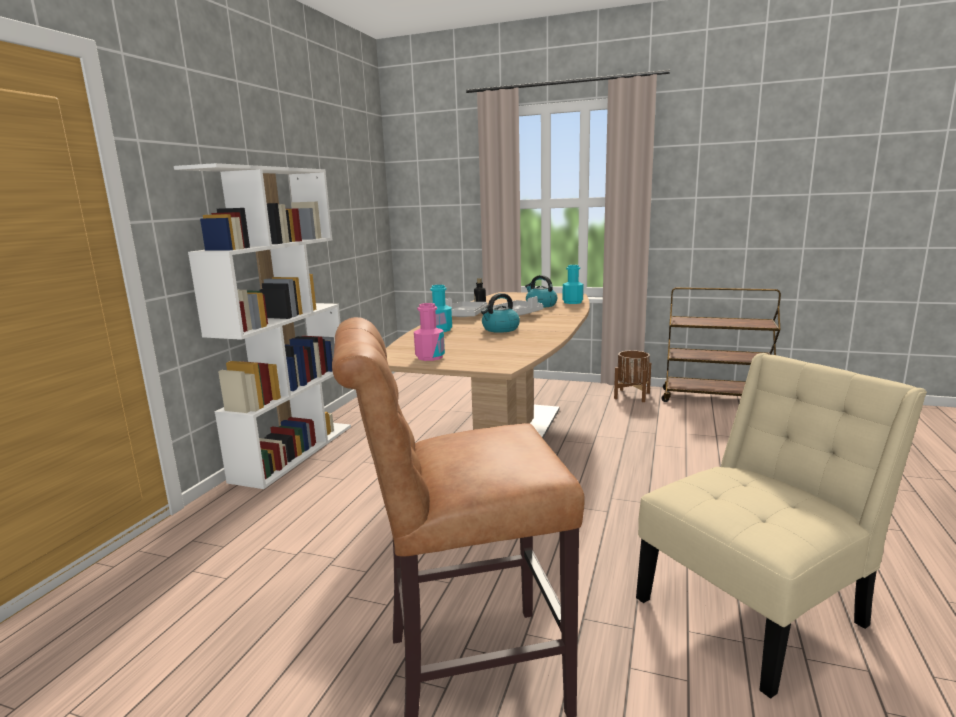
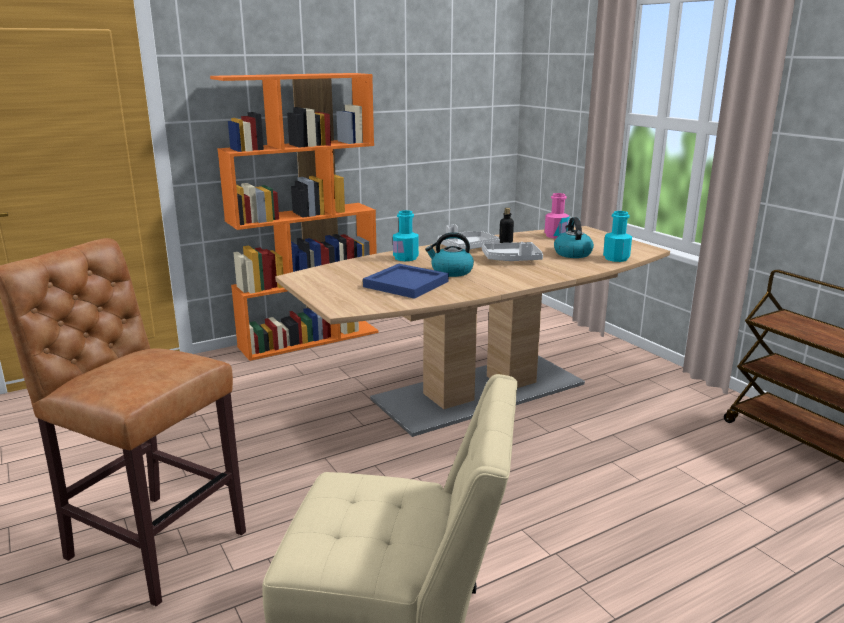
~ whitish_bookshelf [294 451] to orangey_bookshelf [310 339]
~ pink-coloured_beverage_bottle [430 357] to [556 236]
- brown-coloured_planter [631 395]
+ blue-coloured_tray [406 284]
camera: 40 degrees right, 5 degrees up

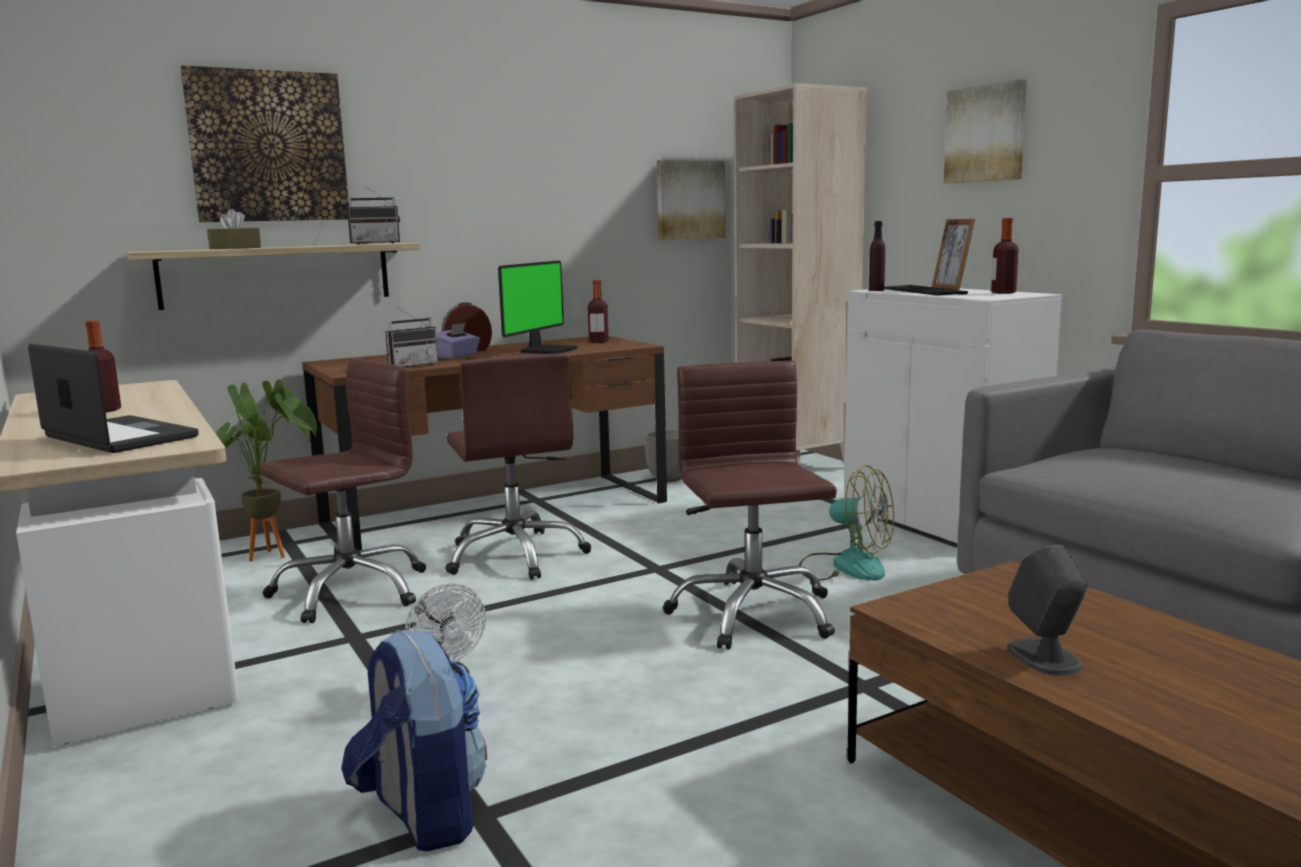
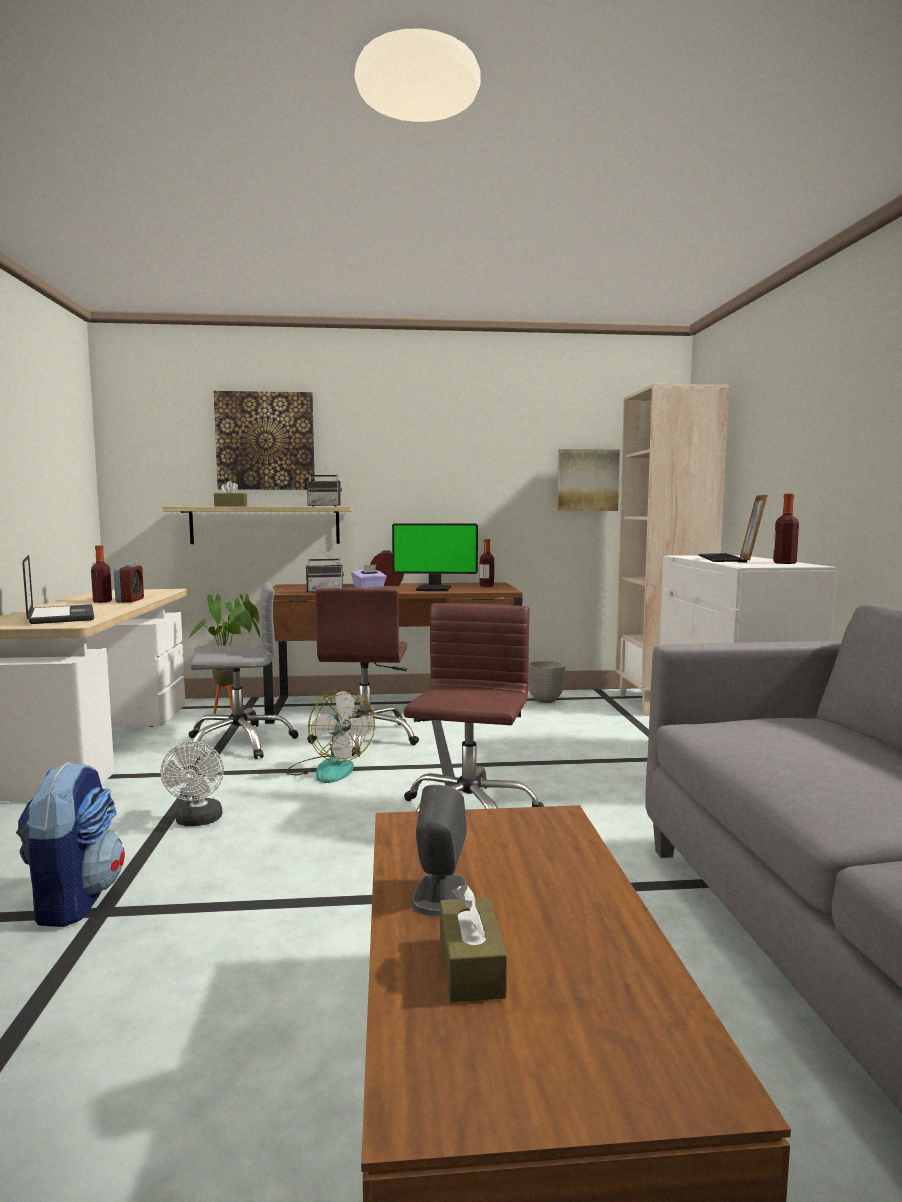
- wall_picture [986 133]
- purple_beverage_bottle [876 290]
~ computer_display [547 350] = [434 589] 45 degrees clockwise
~ brown-coloured_office_chair [350 591] to greyish_office_chair [239 742]
~ fan [845 566] to [329 769]
+ alarm_clock [130 600]
+ brown-coloured_tissue_box [471 967]
camera: 25 degrees right, 5 degrees down

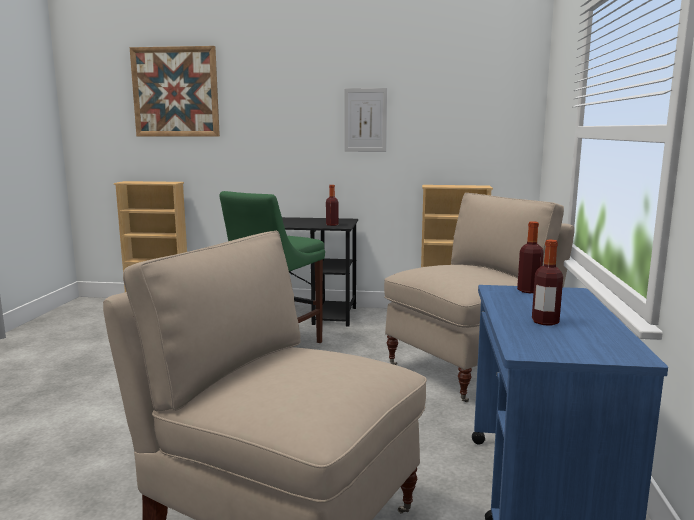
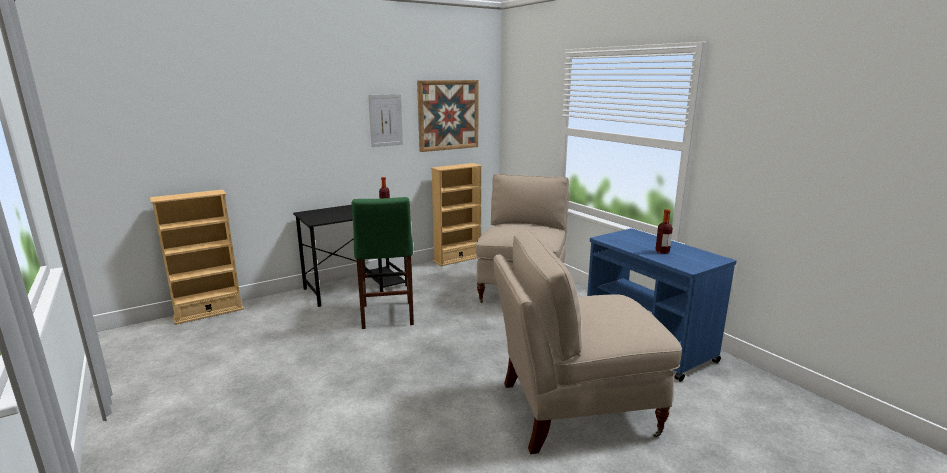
~ wall_picture [175 92] to [448 115]
- beverage_bottle [528 291]
camera: 40 degrees left, 5 degrees up

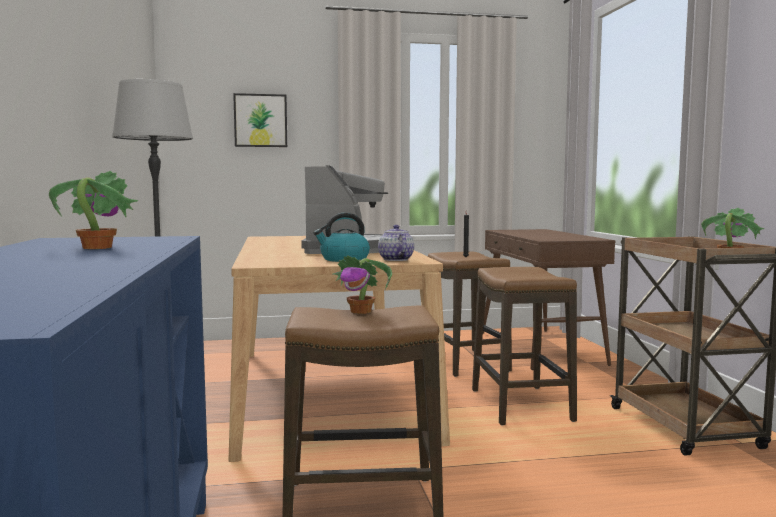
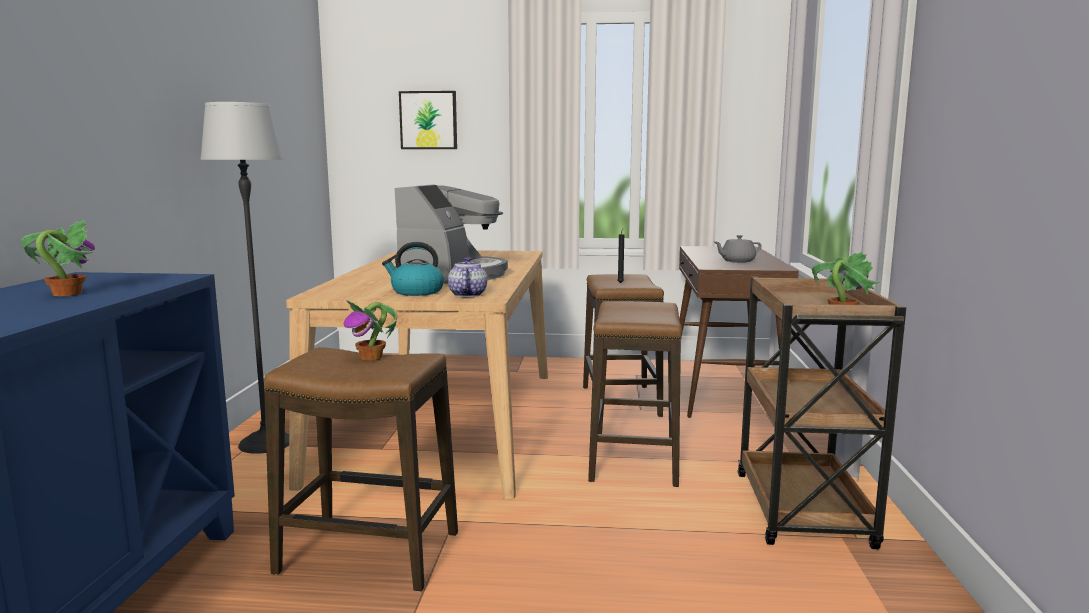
+ greyish_pot_for_tea [737 261]
camera: 15 degrees right, 5 degrees up

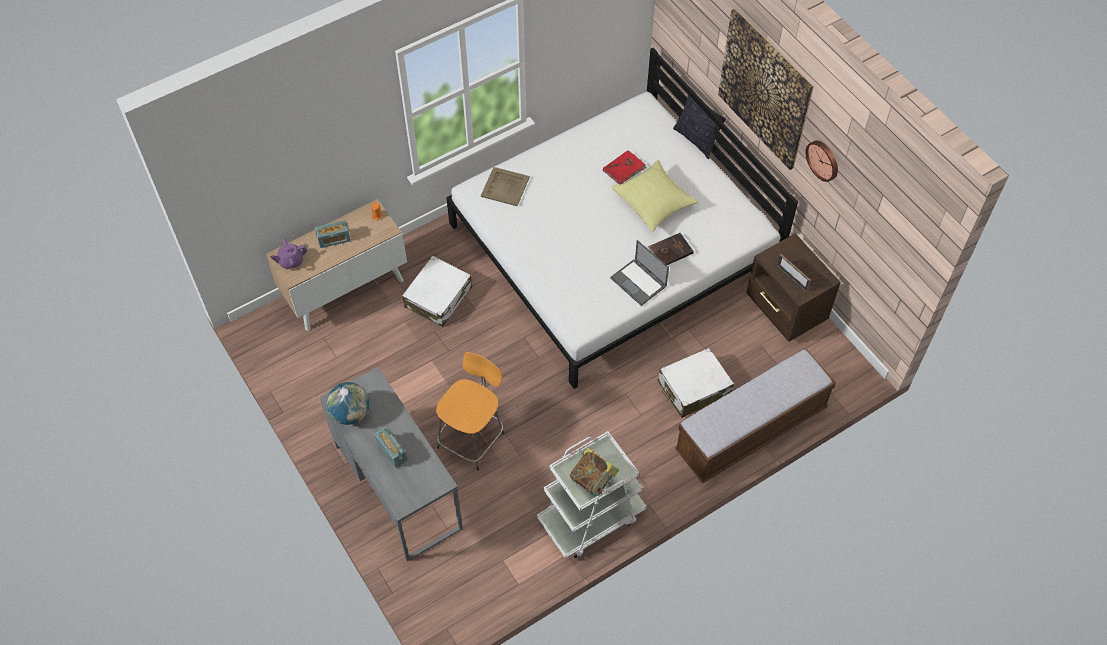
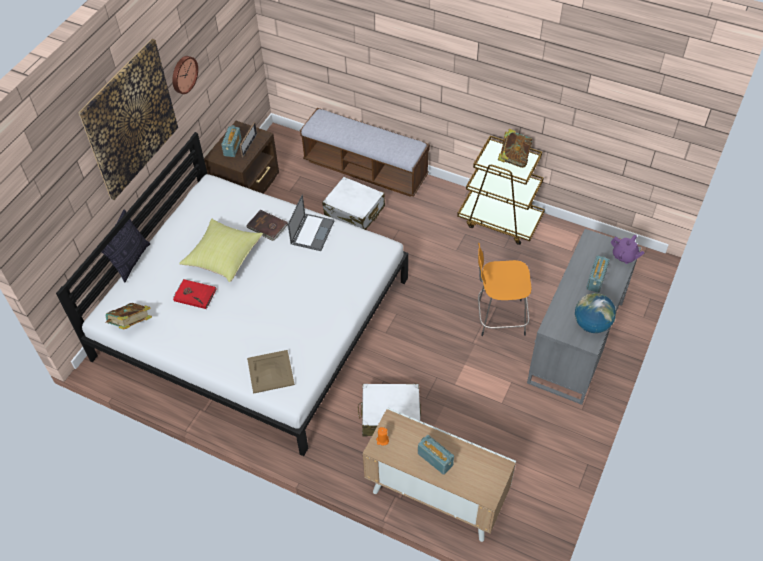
~ purple_pot_for_tea [291 261] to [624 256]
~ whitish_cart [590 518] to brown-coloured_cart [500 220]
+ radio_receiver [232 147]
+ bound_book [131 324]
camera: 120 degrees left, 5 degrees down

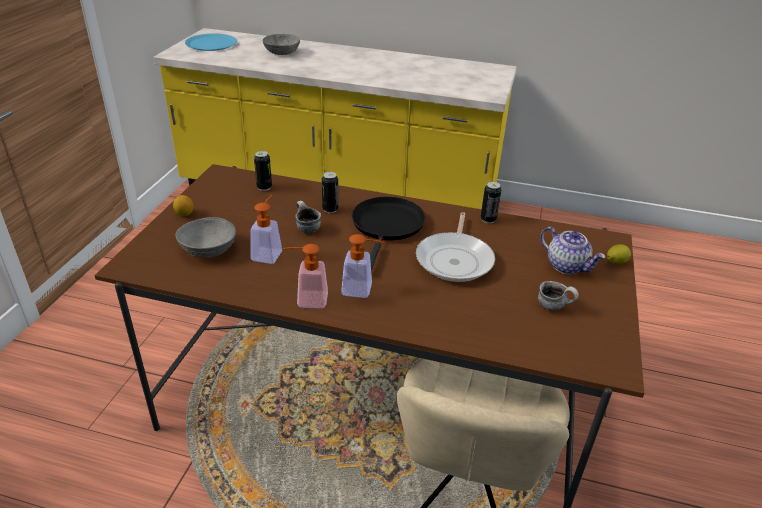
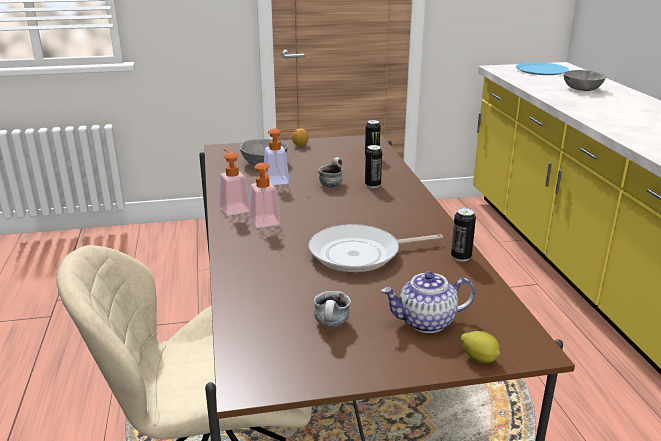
- black_skillet [387 226]
~ pot_for_tea [567 266] = [426 322] 60 degrees clockwise
camera: 65 degrees right, 10 degrees down

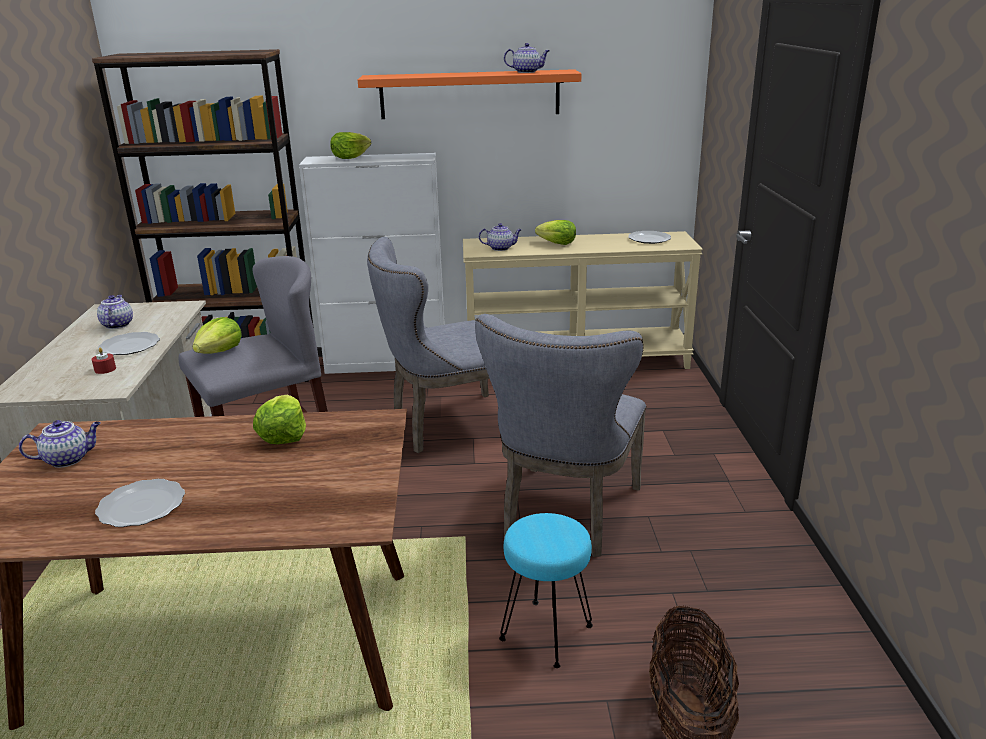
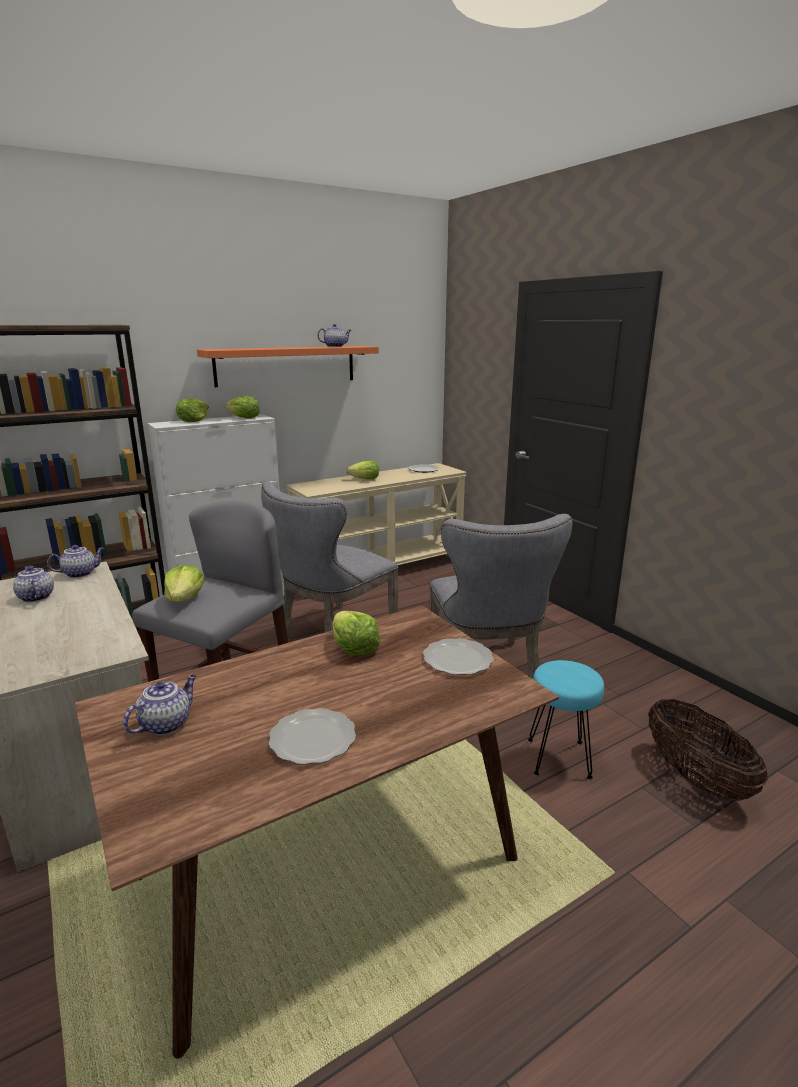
~ pot_for_tea [501 248] to [80 573]
~ flat_dish [129 346] to [457 660]
- red_wax_candle [105 369]
+ lettuce [243 418]
camera: 30 degrees left, 5 degrees down

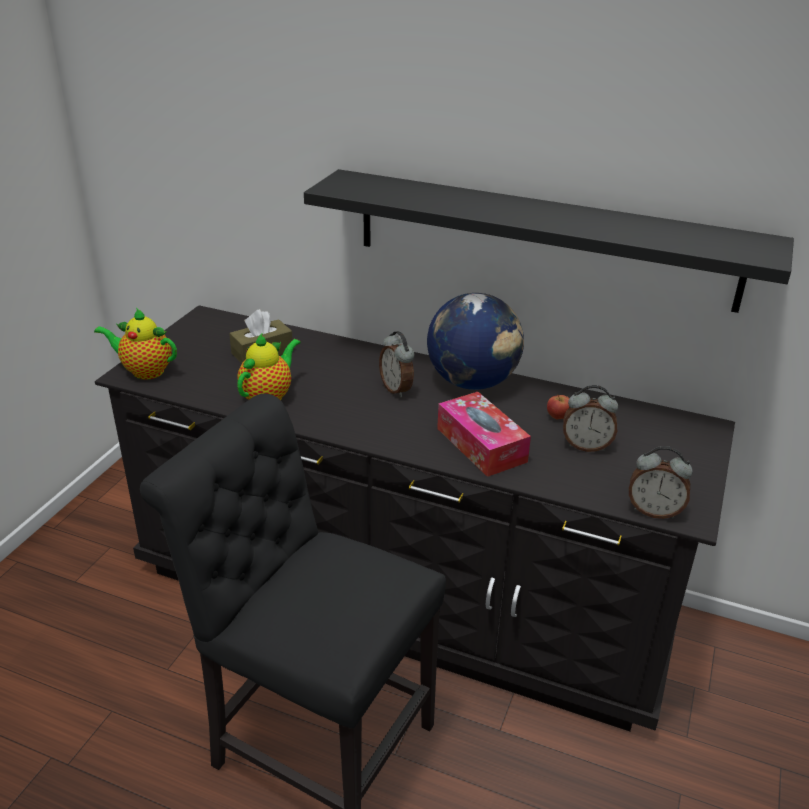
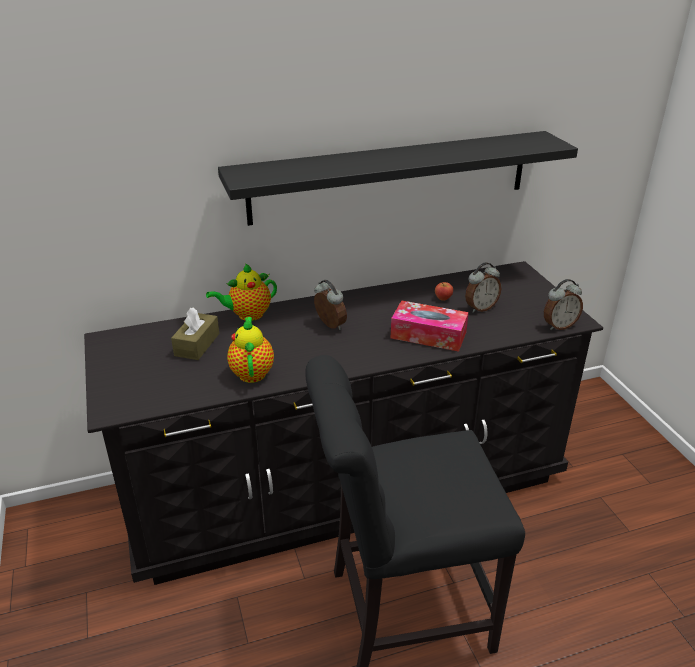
- world_globe [473 382]
~ pot_for_tea [144 371] to [247 315]
~ alarm_clock [397 389] = [329 326] 150 degrees counterclockwise
camera: 40 degrees left, 0 degrees up

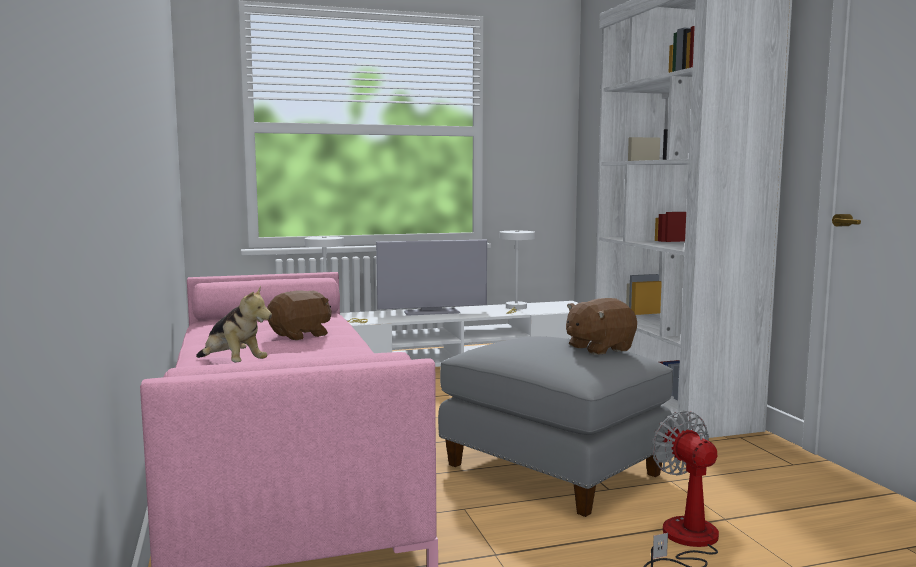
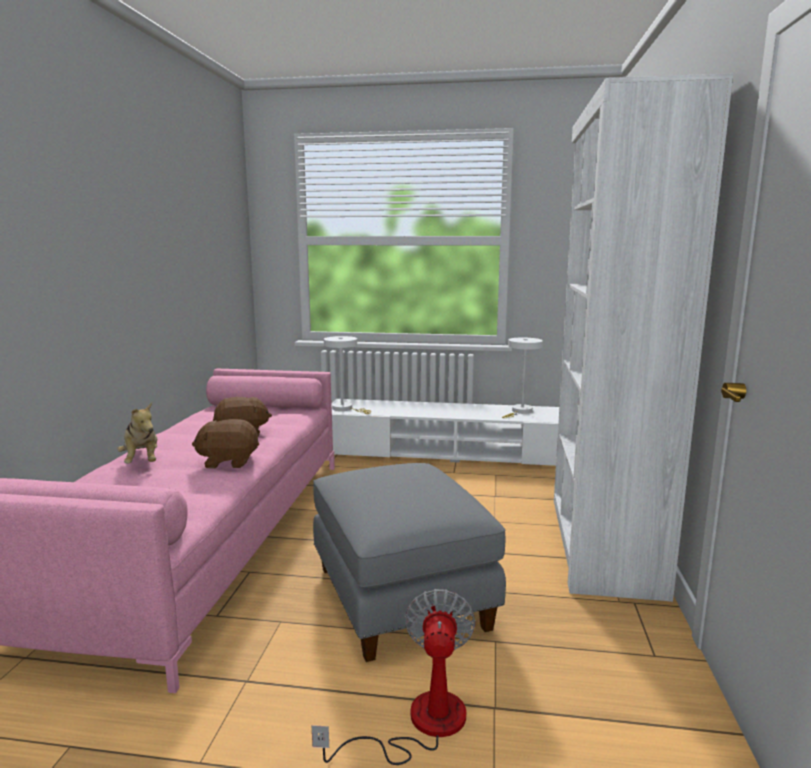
- television [432 312]
~ brown-coloured_soft_toy [598 349] to [228 462]
camera: 25 degrees right, 5 degrees up

